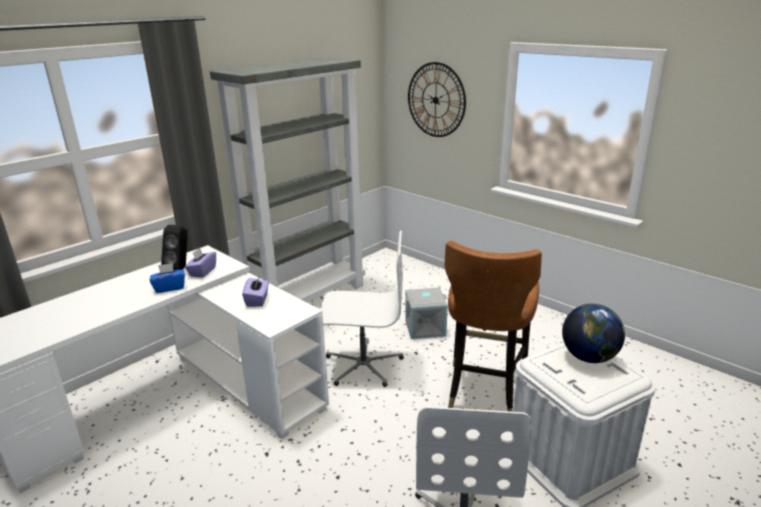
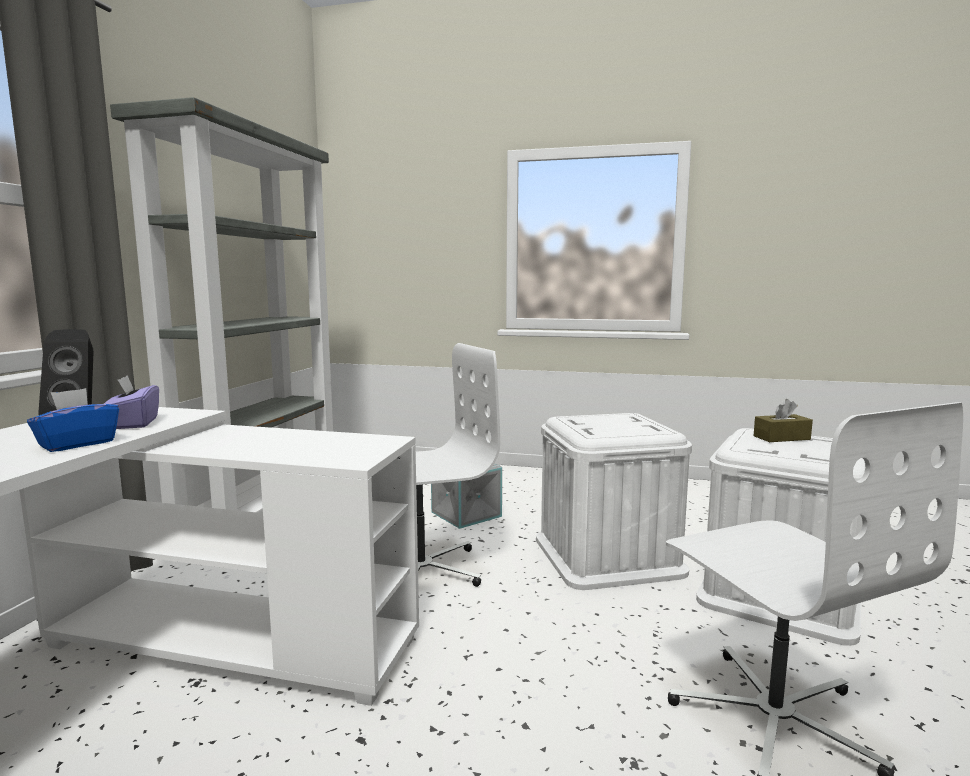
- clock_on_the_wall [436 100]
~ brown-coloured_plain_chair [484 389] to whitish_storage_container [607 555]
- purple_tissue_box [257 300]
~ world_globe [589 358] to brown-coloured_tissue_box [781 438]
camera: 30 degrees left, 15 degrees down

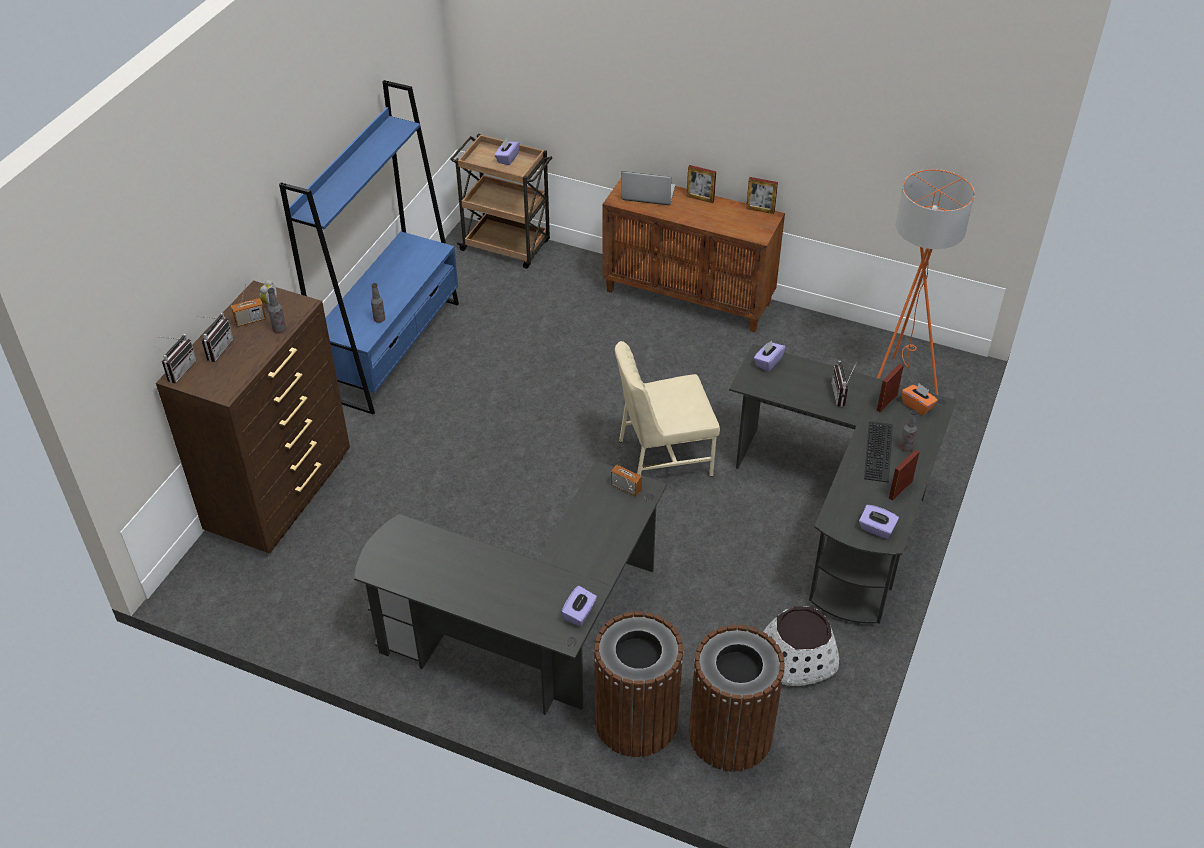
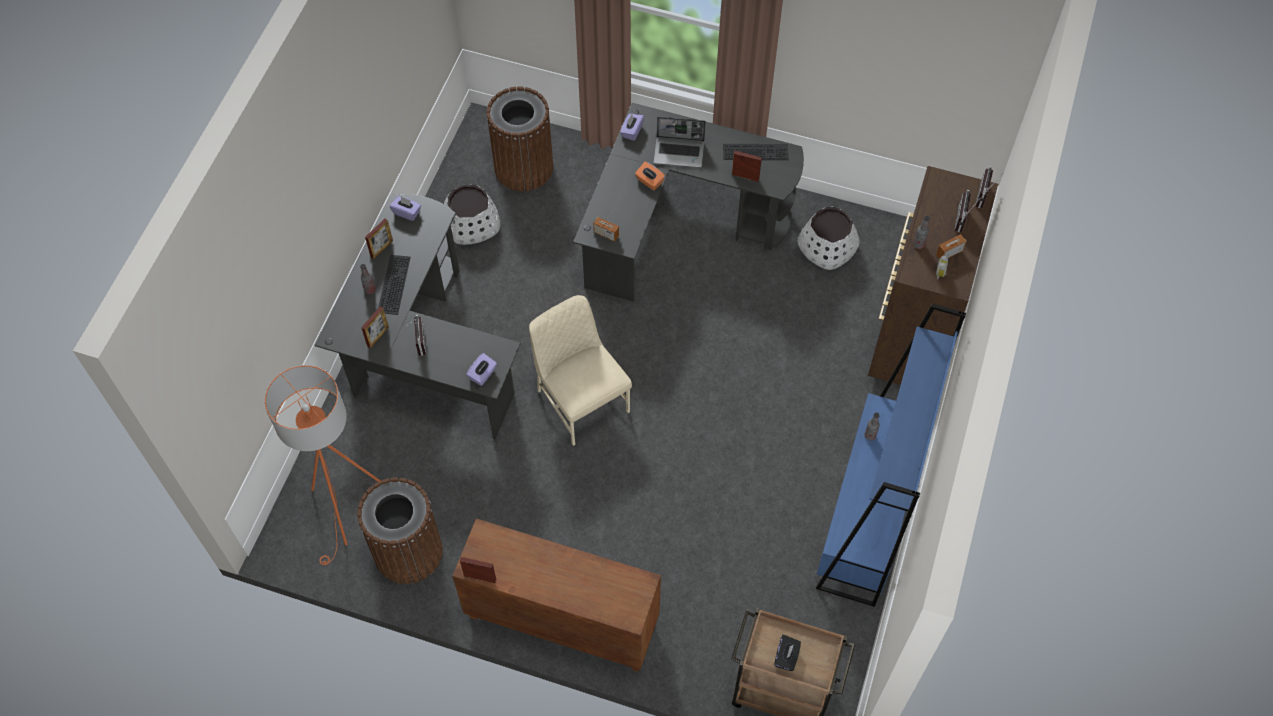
~ purple_tissue_box [507 158] to black_tissue_box [786 657]
~ photo_frame [700 198] to [745 176]
~ portable_computer [647 194] to [679 152]
~ sand-coloured_plain_chair [663 456] = [581 400] 105 degrees counterclockwise
~ orangey_tissue_box [917 405] to [649 181]
~ brown-coloured_rubbish_bin [636 721] to [408 551]
+ computer_keyboard [756 151]
+ whitish_planter [827 247]
camera: 175 degrees right, 15 degrees up

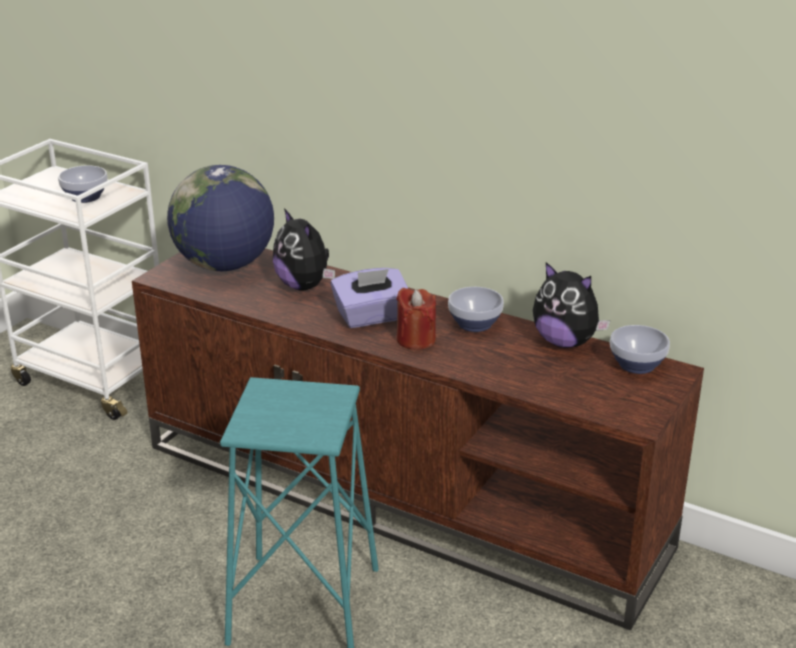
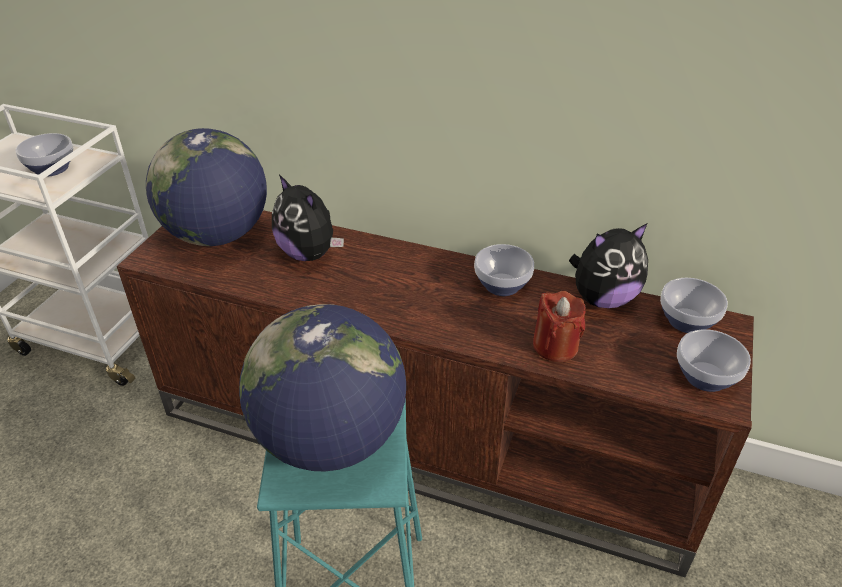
~ soft_toy [565 342] = [603 298] 45 degrees counterclockwise
- purple_tissue_box [371 317]
~ red_wax_candle [416 339] to [555 346]
+ world_globe [330 439]
+ bowl [707 378]
camera: 10 degrees left, 10 degrees up

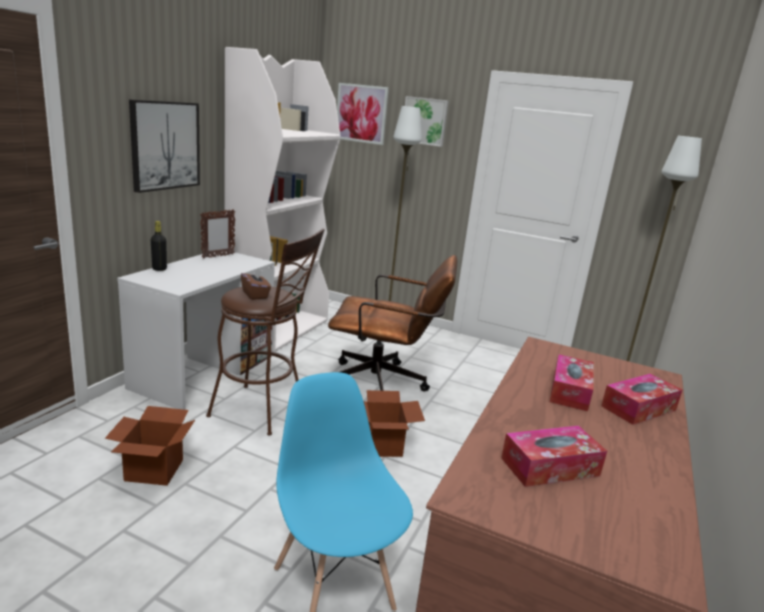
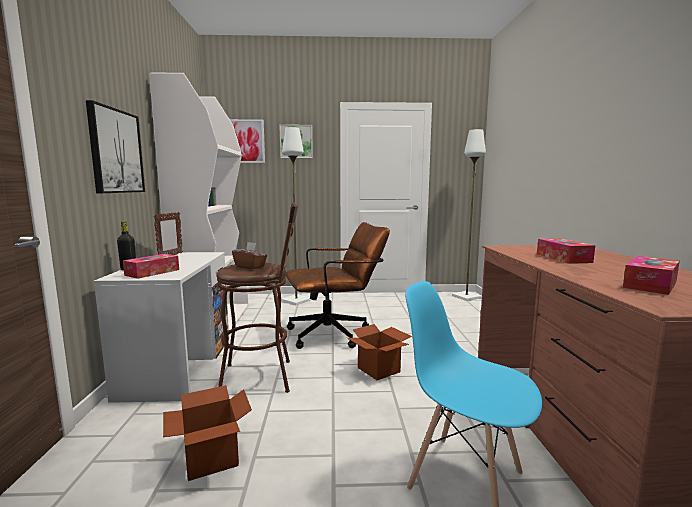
~ tissue_box [638 408] to [152 272]
camera: 25 degrees left, 10 degrees down

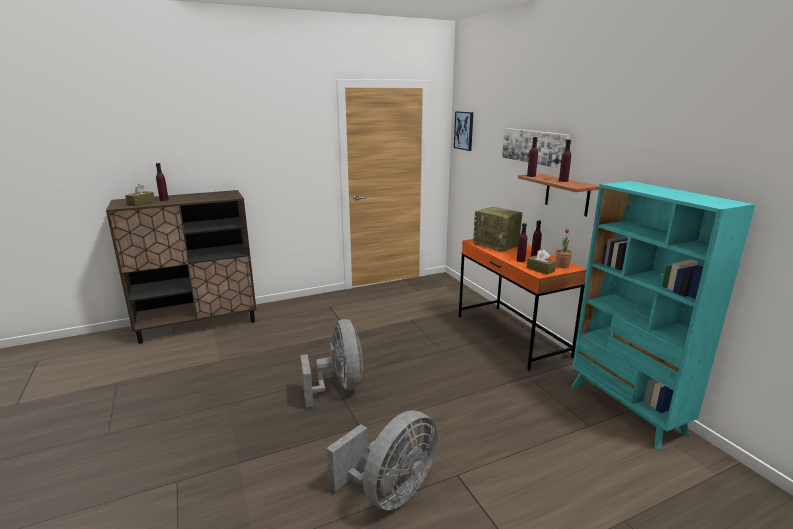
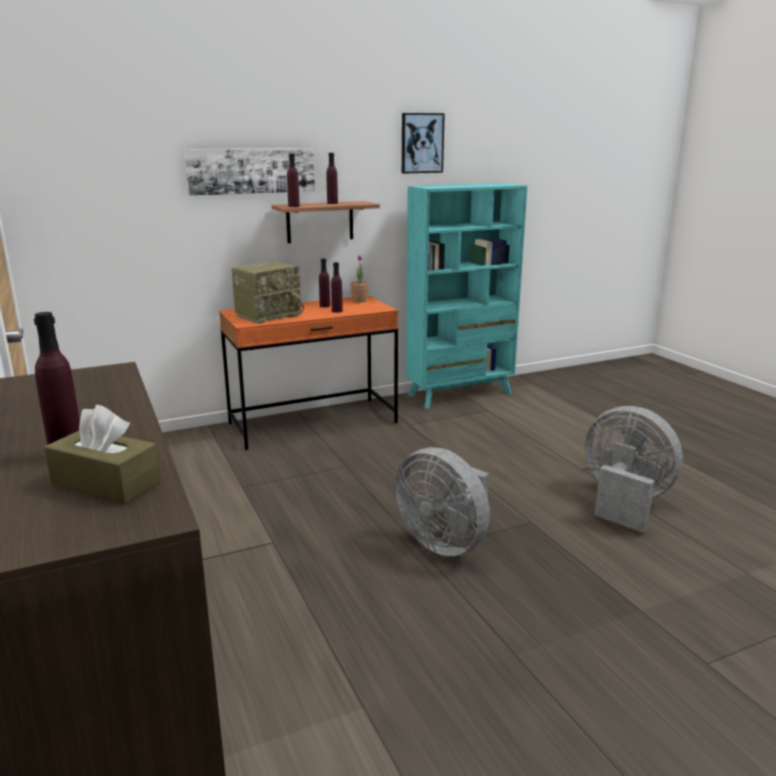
~ wall_picture [464 130] to [421 143]
- brown-coloured_tissue_box [540 269]
~ greyish_fan [339 386] = [445 542] 120 degrees counterclockwise
camera: 90 degrees left, 0 degrees up

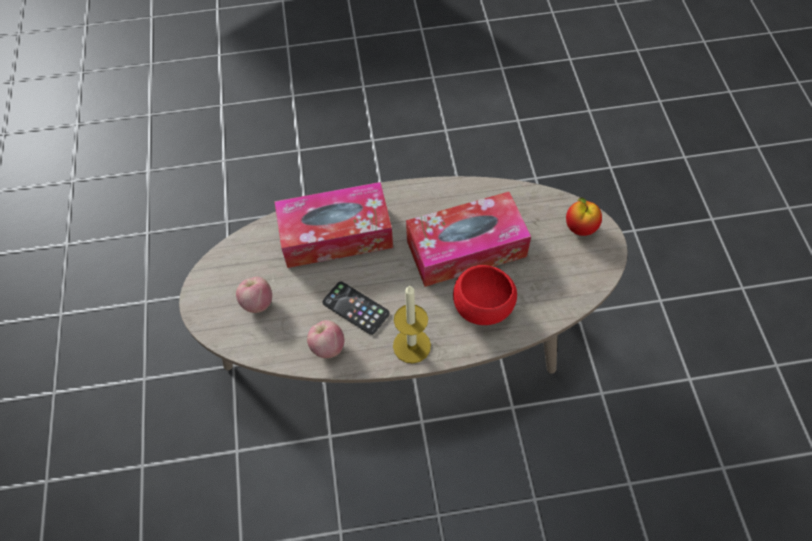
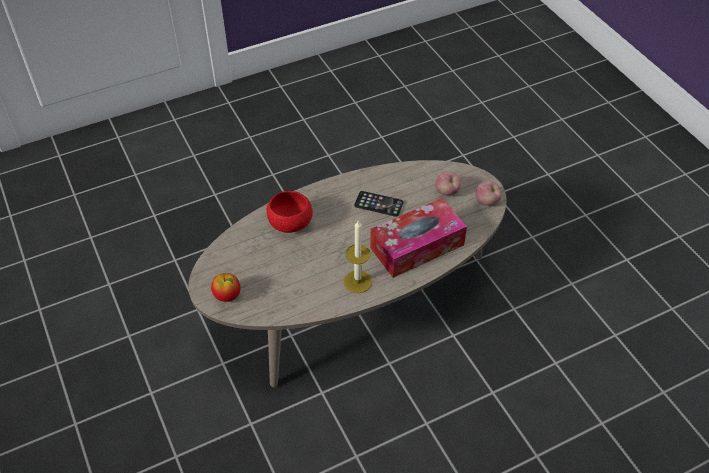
- tissue_box [466 248]
~ wax_candle [411 345] to [357 281]
~ apple_fruit [327 347] to [487 202]
camera: 160 degrees right, 10 degrees down

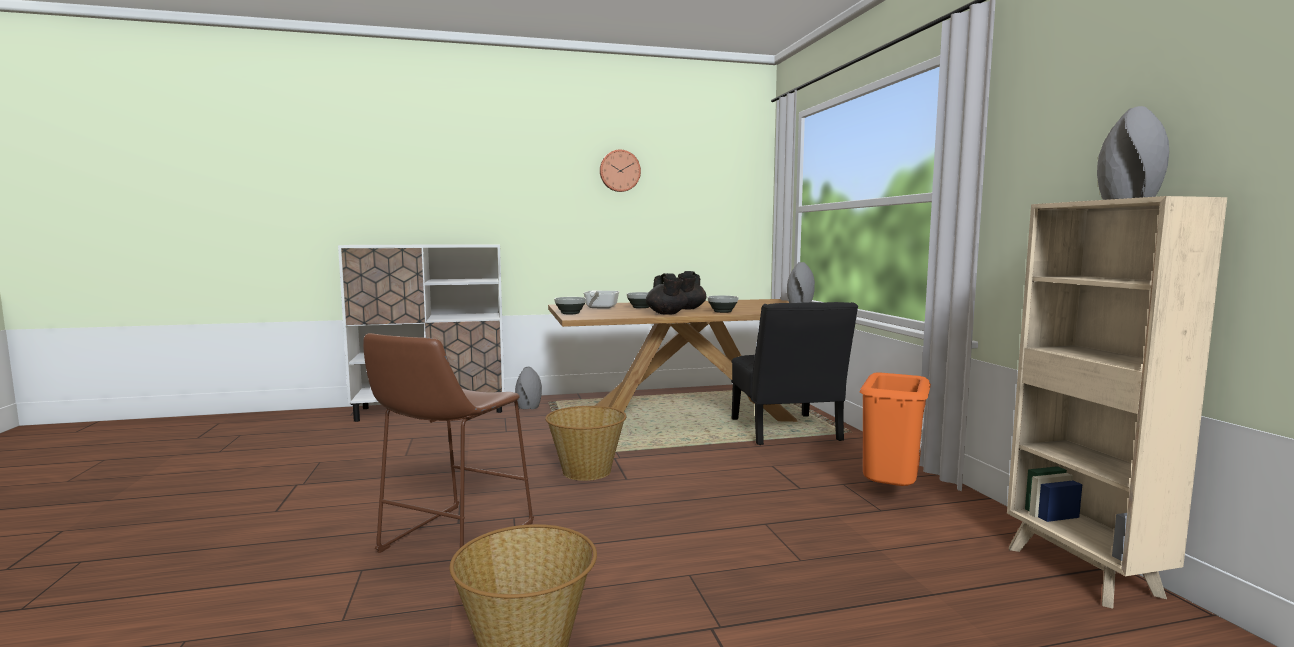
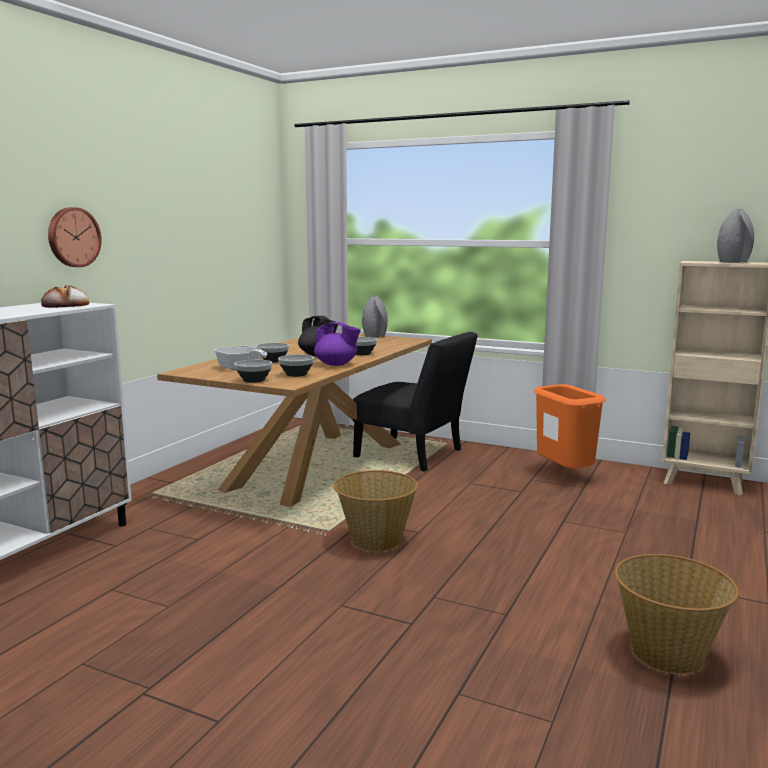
~ clock_on_the_wall [619 171] to [73 237]
~ black_pot_for_tea [666 314] to purple_pot_for_tea [336 364]
- brown-coloured_stool_seat [452 540]
- greyish_decorative_vase [529 407]
+ baked_bread [66 305]
+ bowl [296 374]
camera: 50 degrees left, 5 degrees up

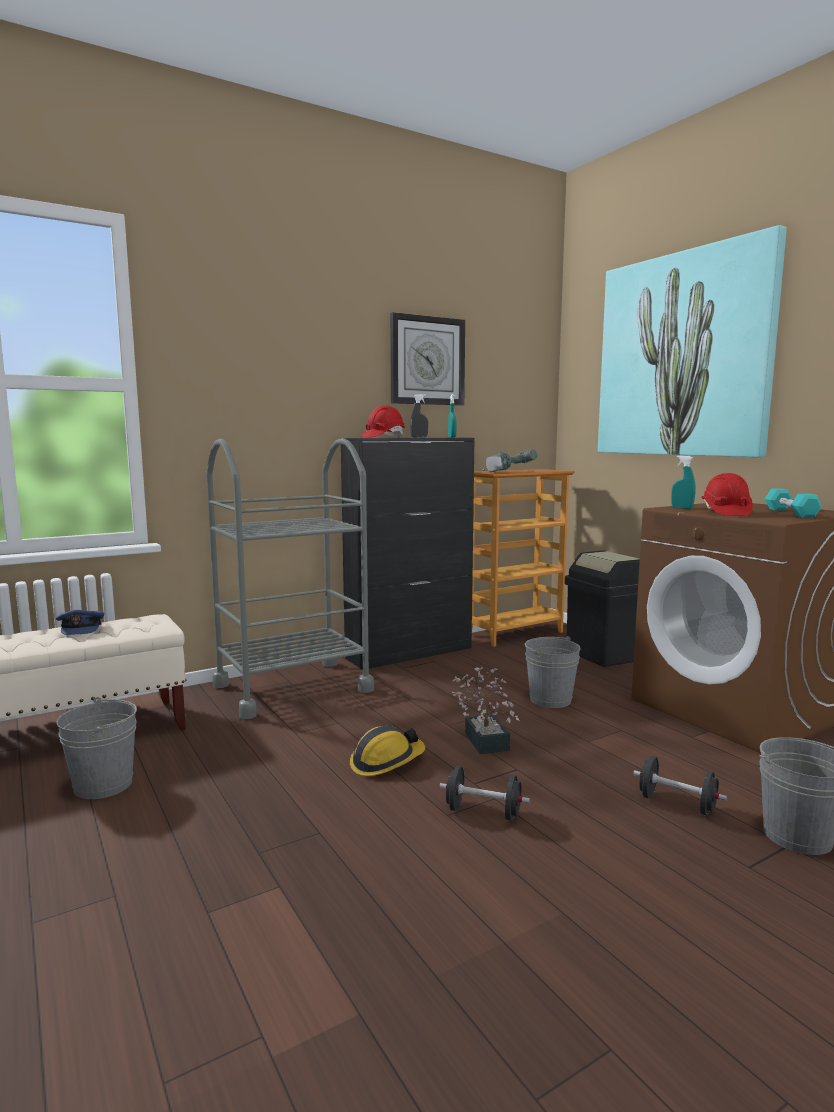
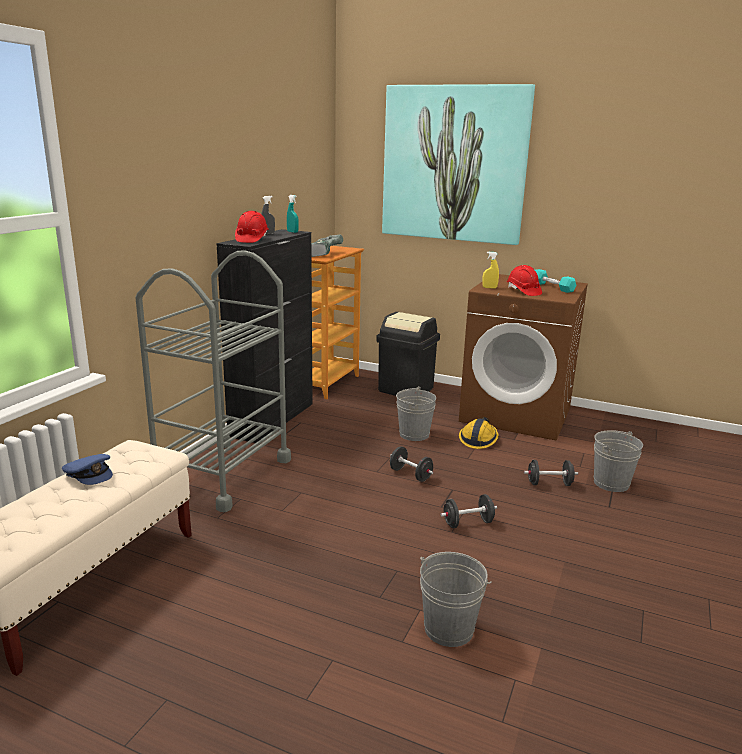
- clock_on_the_wall [427 361]
~ turquoise-coloured_spray_bottle [682 508] to yellow-coloured_spray_bottle [489 288]
~ houseplant [485 738] to black_hand_weight [410 474]
~ greyish_pail [103 785] to [449 629]
~ work_helmet [386 762] to [478 439]
camera: 35 degrees left, 10 degrees up

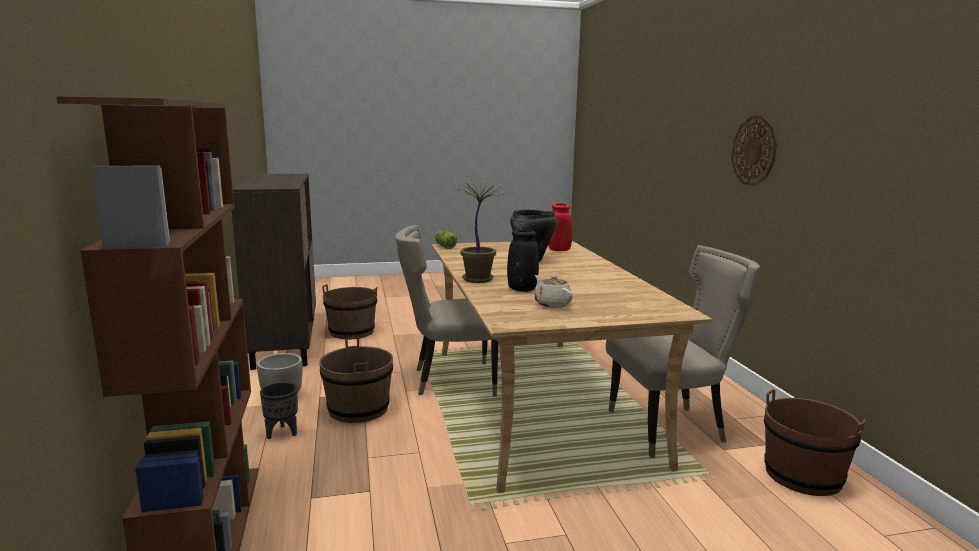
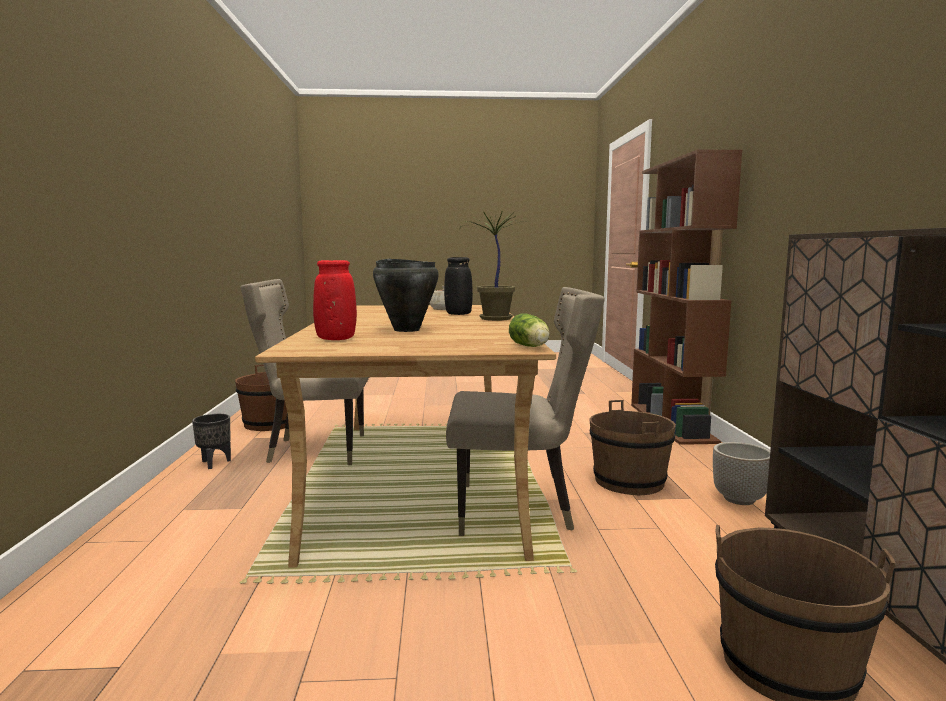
- clock_on_the_wall [754 151]
~ black_planter [282 433] to [214 463]
camera: 170 degrees left, 5 degrees down

